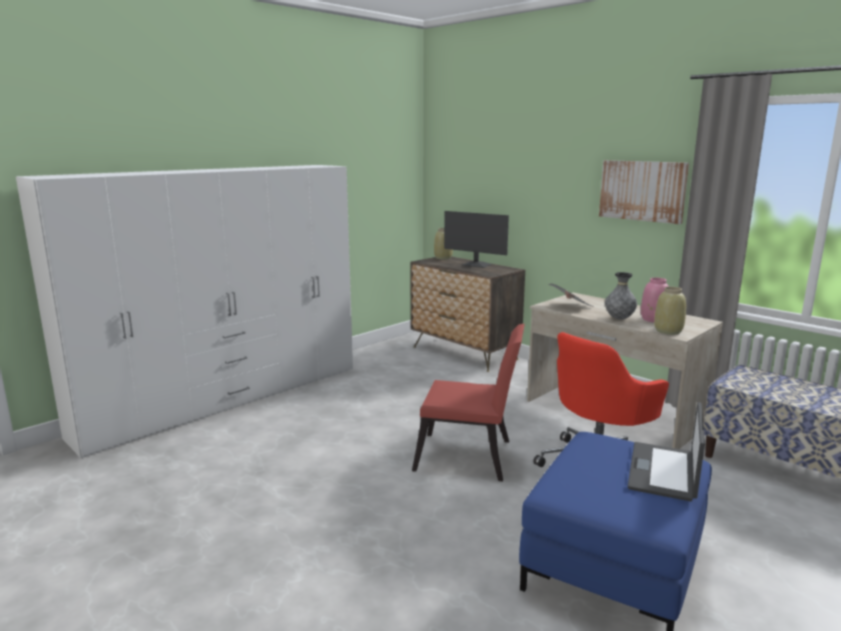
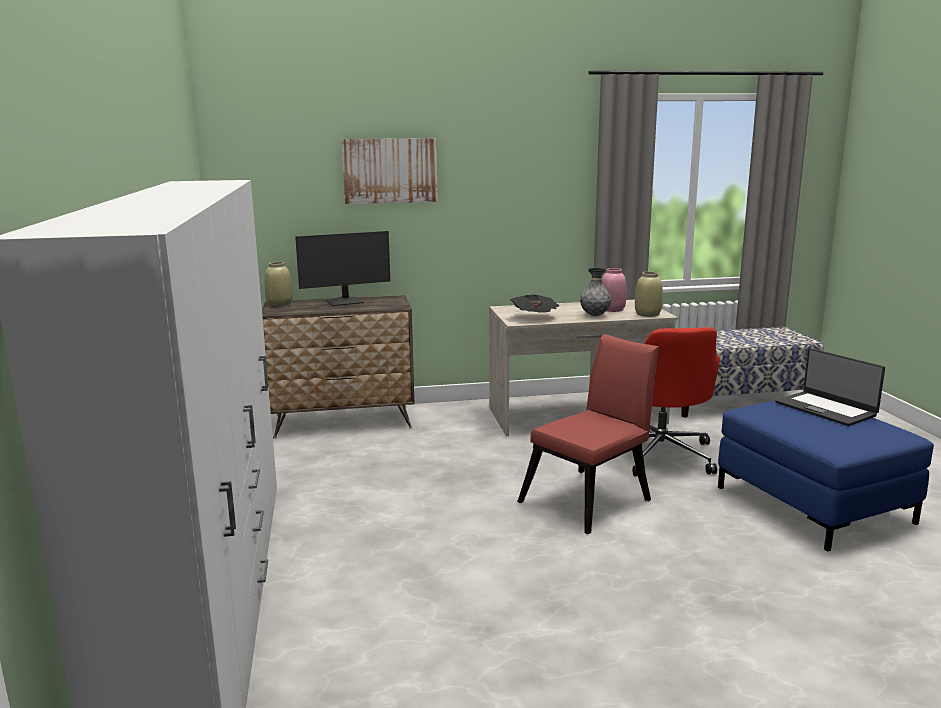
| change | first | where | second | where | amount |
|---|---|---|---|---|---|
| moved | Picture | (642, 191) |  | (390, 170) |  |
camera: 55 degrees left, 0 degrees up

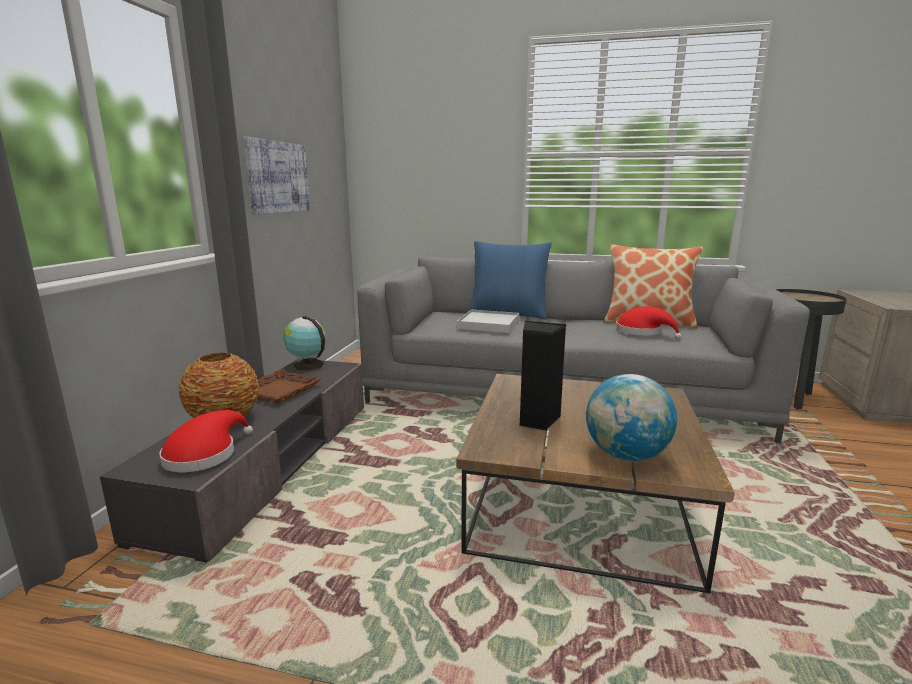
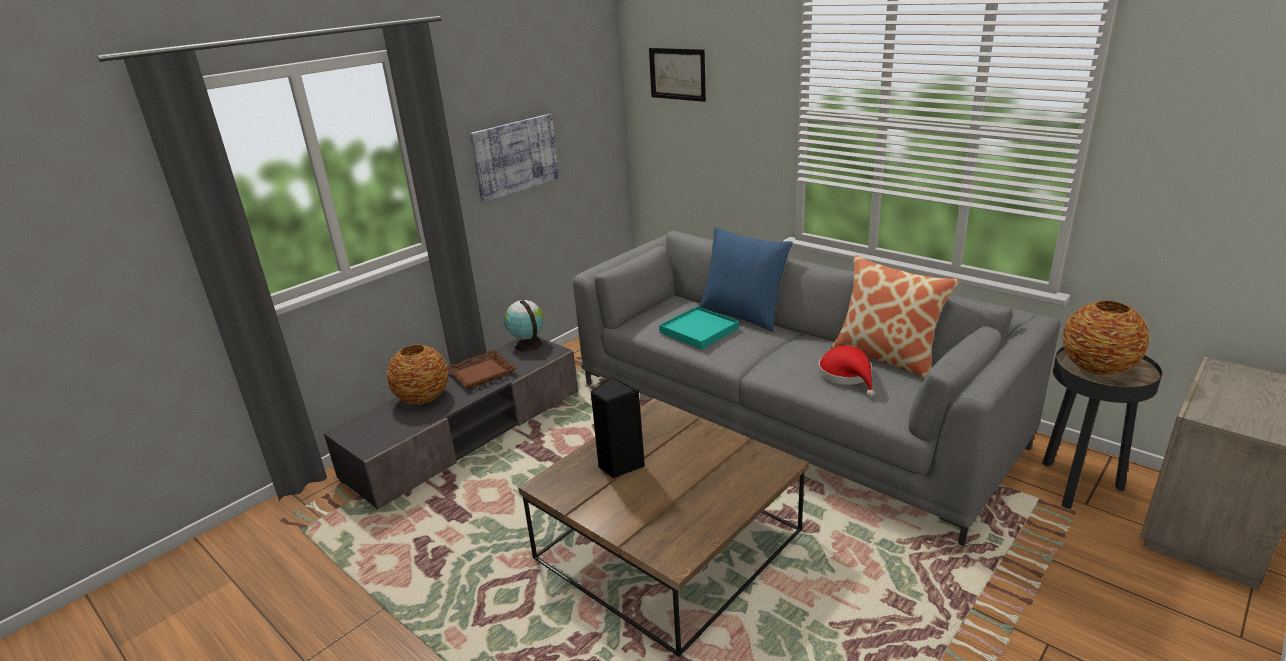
| change | first | where | second | where | amount |
|---|---|---|---|---|---|
| removed | RedColouredClothingHat | (204, 454) |  |  |  |
| removed | DeskGlobe | (626, 455) |  |  |  |
| added |  |  | Picture | (677, 74) |  |
| added |  |  | Vase | (1096, 367) |  |
| recoloured | WhiteTray | (489, 324) | TurquoiseTray | (699, 331) |  |
camera: 30 degrees right, 10 degrees up

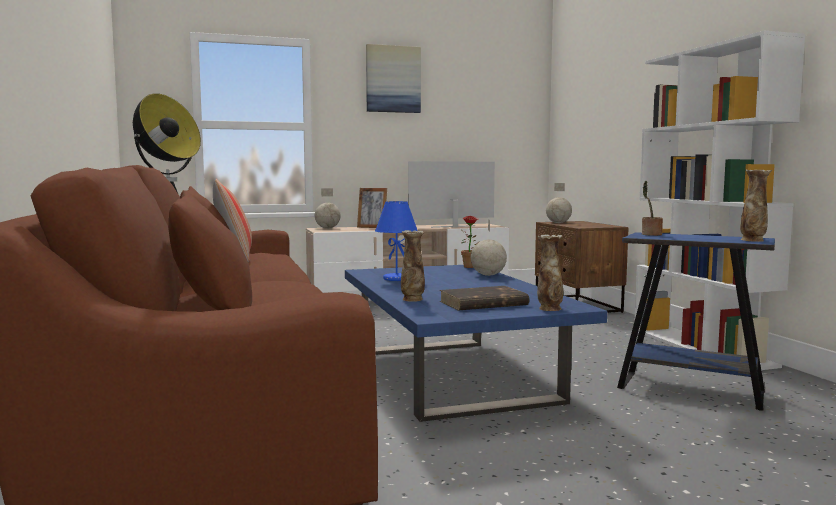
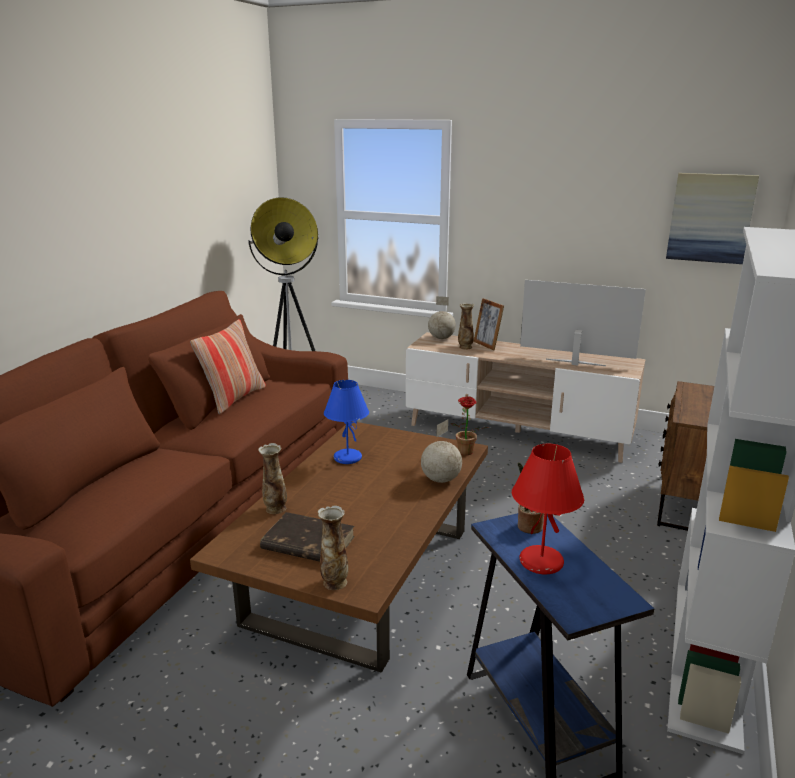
| change | first | where | second | where | amount |
|---|---|---|---|---|---|
| removed | DeskGlobe | (558, 223) |  |  |  |
| added |  |  | RedColouredLampForATable | (540, 562) |  |
| moved | Picture | (393, 79) |  | (710, 218) |  |
| moved | Vase | (753, 240) |  | (465, 347) |  |
| recoloured | BlueLoungeTable | (450, 374) | BrownishLoungeTable | (361, 572) |  |
camera: 40 degrees right, 15 degrees up

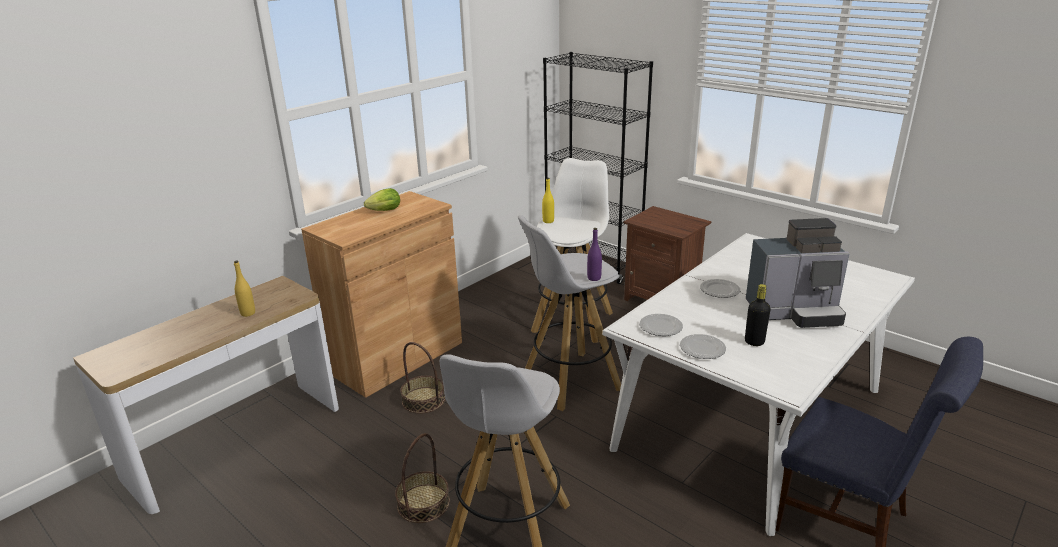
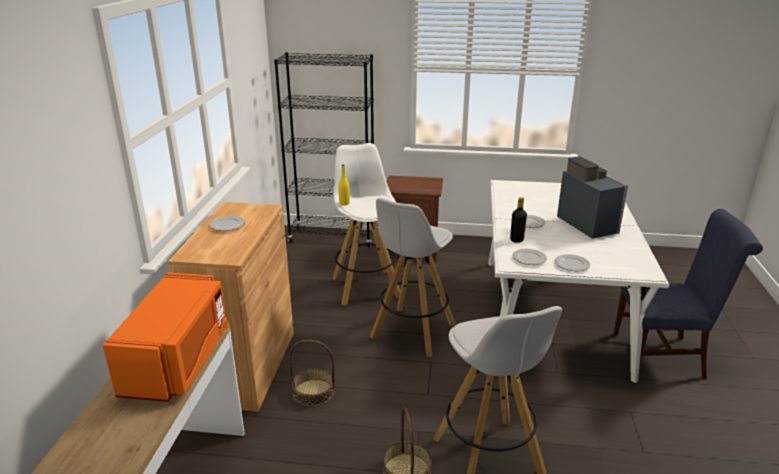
| change | first | where | second | where | amount |
|---|---|---|---|---|---|
| removed | PurpleColouredBeverageBottle | (594, 278) |  |  |  |
| moved | BlackishBeverageBottle | (754, 342) |  | (516, 240) |  |
| replaced | YellowishBeverageBottle | (248, 313) | OrangeMicrowaveOven | (178, 361) |  |
| replaced | Lettuce | (383, 211) | FlatDish | (228, 225) |  |
| turned | CoffeeBrewer | (794, 312) |  | (588, 224) | 75 degrees counterclockwise |
camera: 35 degrees left, 0 degrees up

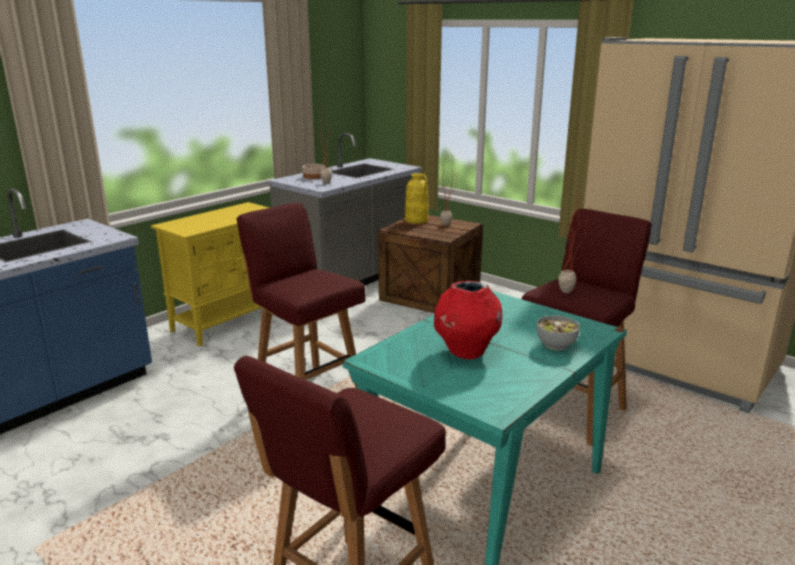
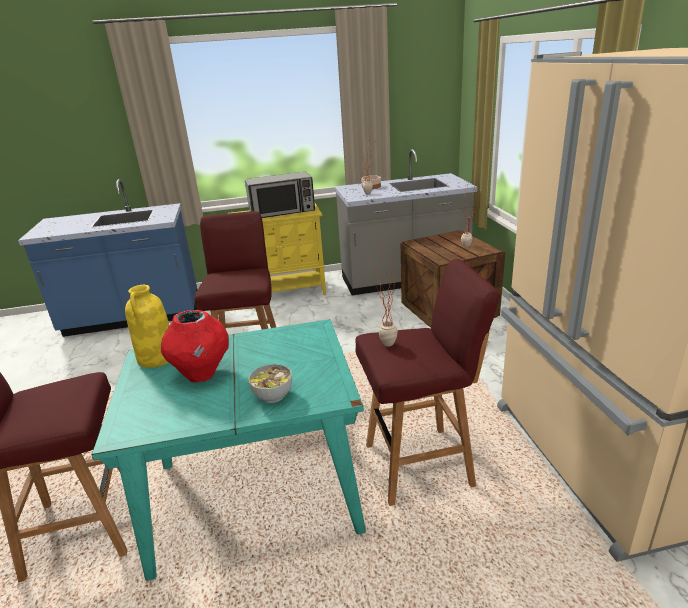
| change | first | where | second | where | amount |
|---|---|---|---|---|---|
| added |  |  | MicrowaveOven | (282, 212) |  |
| moved | YellowishVase | (417, 220) |  | (157, 358) |  |
camera: 40 degrees right, 5 degrees up

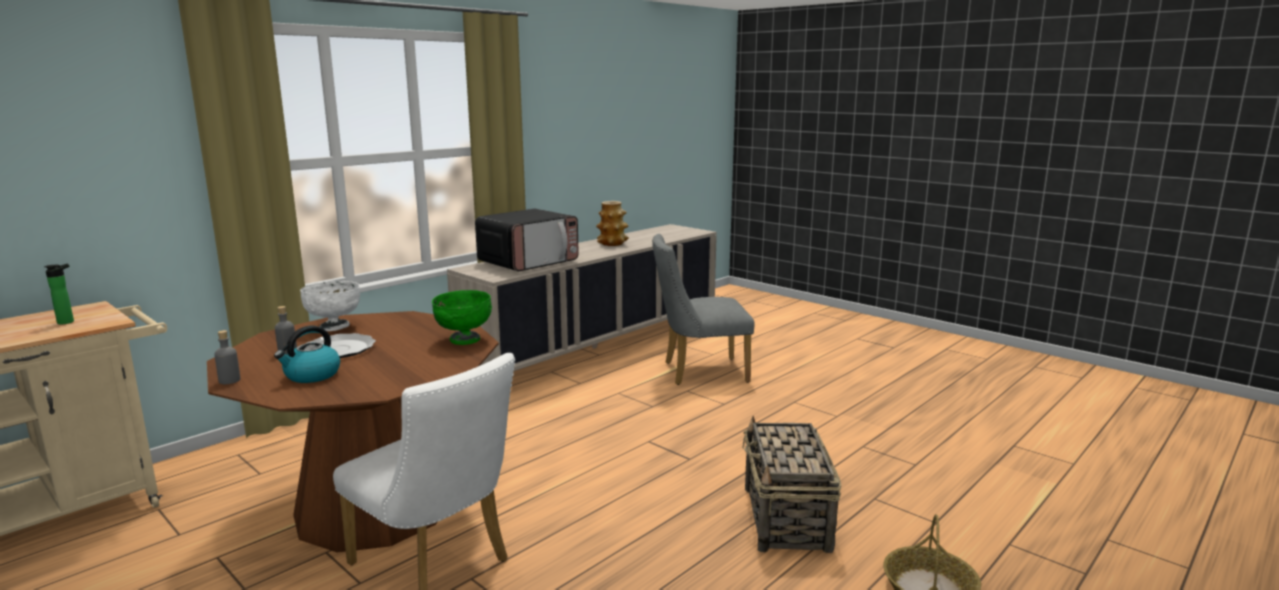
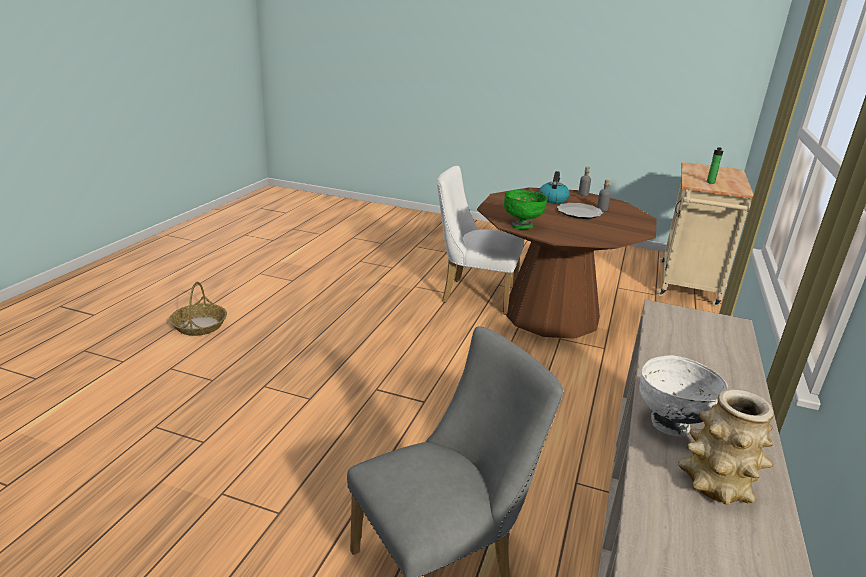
| change | first | where | second | where | amount |
|---|---|---|---|---|---|
| removed | MicrowaveOven | (529, 262) |  |  |  |
| removed | StorageBasket | (786, 519) |  |  |  |
| moved | WhiteBowl | (334, 327) |  | (670, 425) |  |
camera: 155 degrees right, 10 degrees up

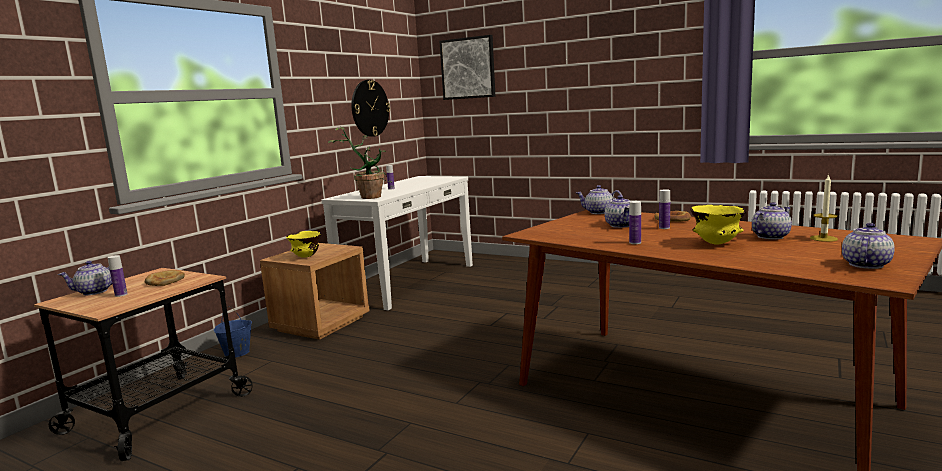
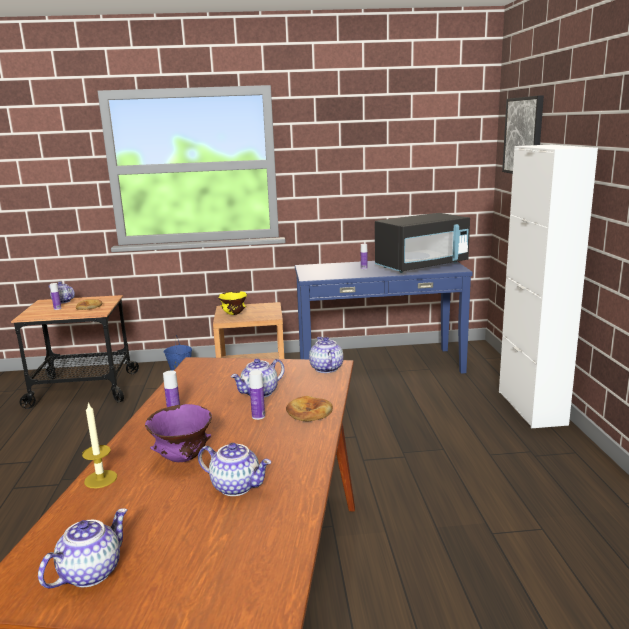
| change | first | where | second | where | amount |
|---|---|---|---|---|---|
| removed | Houseplant | (369, 196) |  |  |  |
| removed | ClockOnTheWall | (370, 108) |  |  |  |
| added |  |  | BlackishMicrowaveOven | (422, 266) |  |
| added |  |  | WhiteCupboard | (531, 407) |  |
| moved | WaxCandle | (823, 238) |  | (100, 479) |  |
| recoloured | WhiteNarrowTable | (408, 282) | BlueNarrowTable | (379, 365) |  |
| recoloured | YellowishBowl | (717, 244) | PurpleColouredBowl | (183, 459) |  |
| turned | TeaPot | (865, 264) |  | (90, 572) | 60 degrees counterclockwise |
camera: 55 degrees right, 5 degrees up

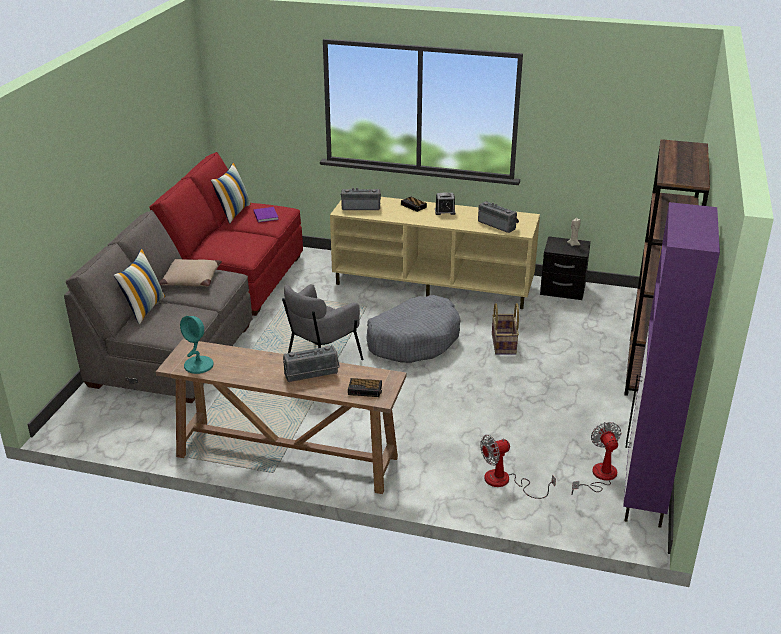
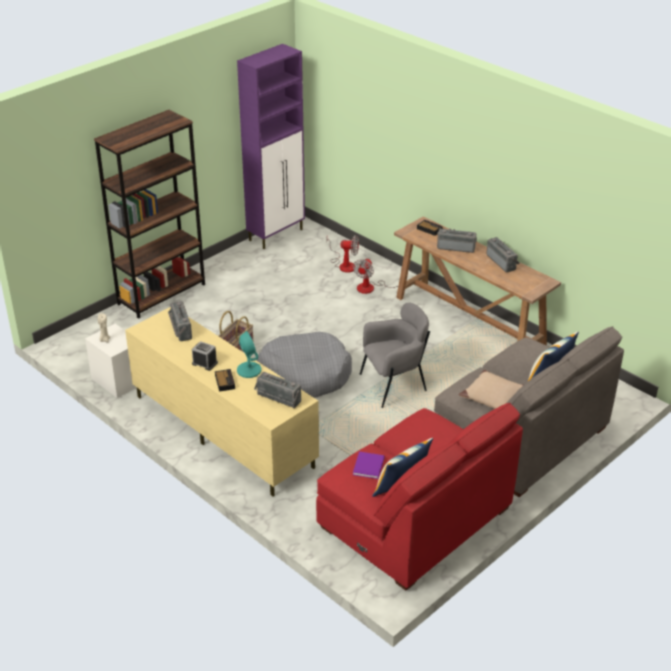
| change | first | where | second | where | amount |
|---|---|---|---|---|---|
| added |  |  | RadioSet | (502, 262) |  |
| moved | TurquoiseLampForATable | (199, 365) |  | (249, 370) |  |
| moved | CoolingFan | (599, 477) |  | (371, 287) |  |
| recoloured | BlackishNightTable | (562, 290) | WhiteNightTable | (119, 380) |  |
camera: 150 degrees left, 5 degrees up

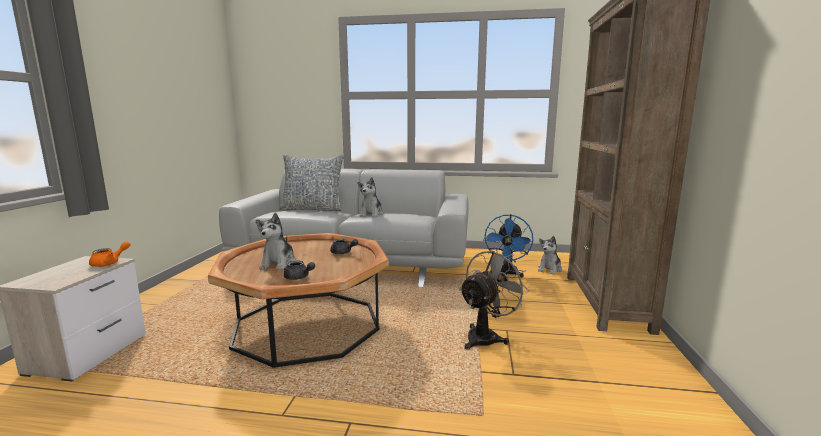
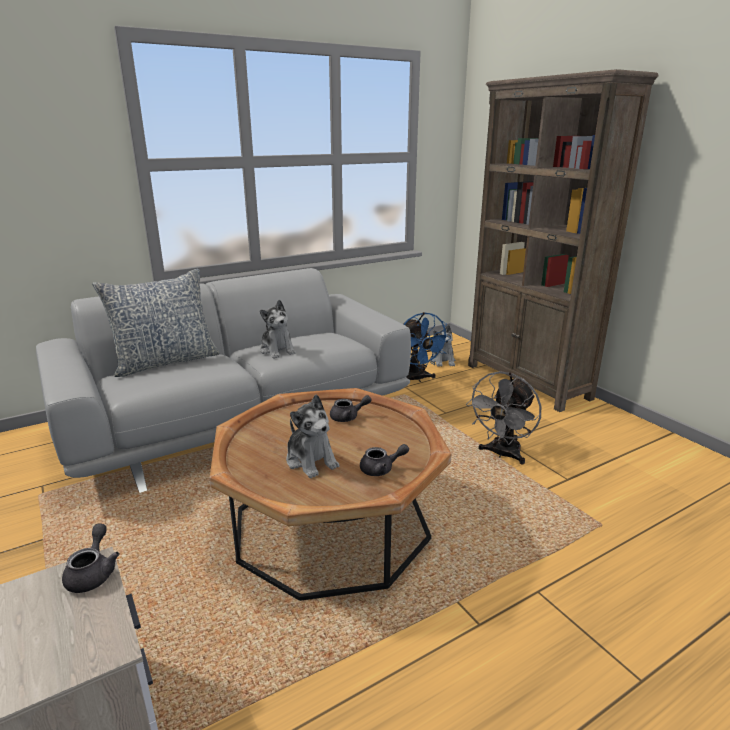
| change | first | where | second | where | amount |
|---|---|---|---|---|---|
| recoloured | OrangeTeaPot | (109, 263) | GreyTeaPot | (93, 573) |  |
| turned | GreyCoolingFan | (486, 337) |  | (502, 454) | 150 degrees counterclockwise |
camera: 40 degrees left, 10 degrees up

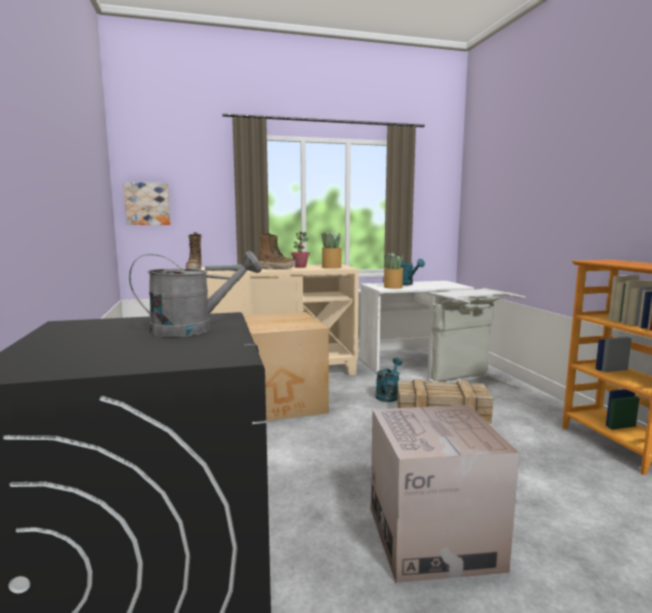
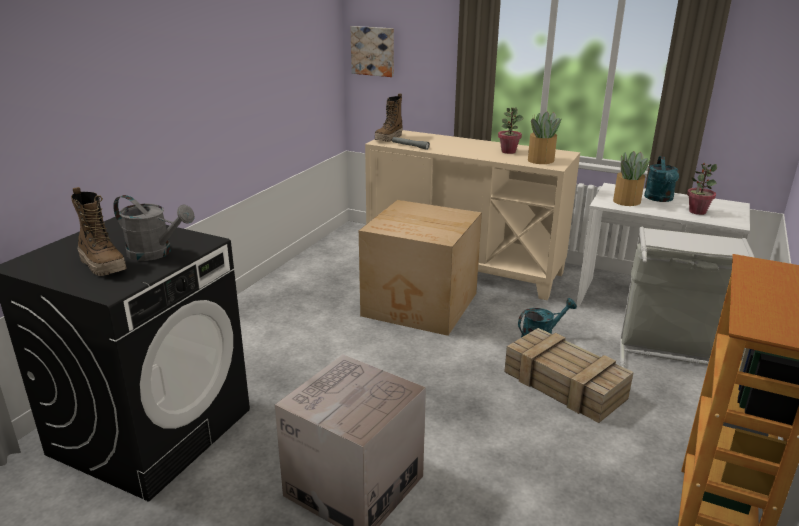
| change | first | where | second | where | amount |
|---|---|---|---|---|---|
| added |  |  | Houseplant | (697, 211) |  |
| moved | TallBoot | (277, 268) |  | (103, 265) |  |
camera: 40 degrees right, 15 degrees up

